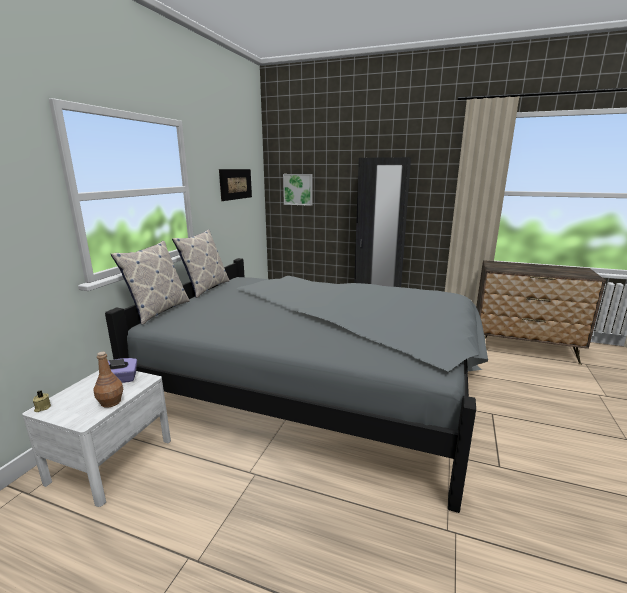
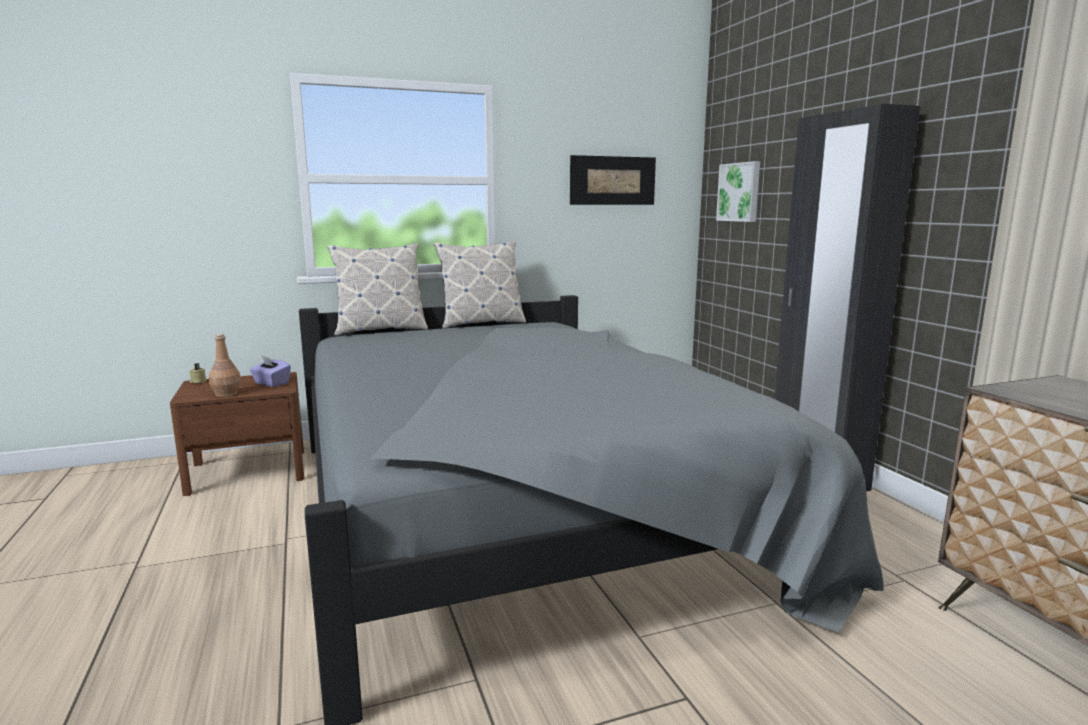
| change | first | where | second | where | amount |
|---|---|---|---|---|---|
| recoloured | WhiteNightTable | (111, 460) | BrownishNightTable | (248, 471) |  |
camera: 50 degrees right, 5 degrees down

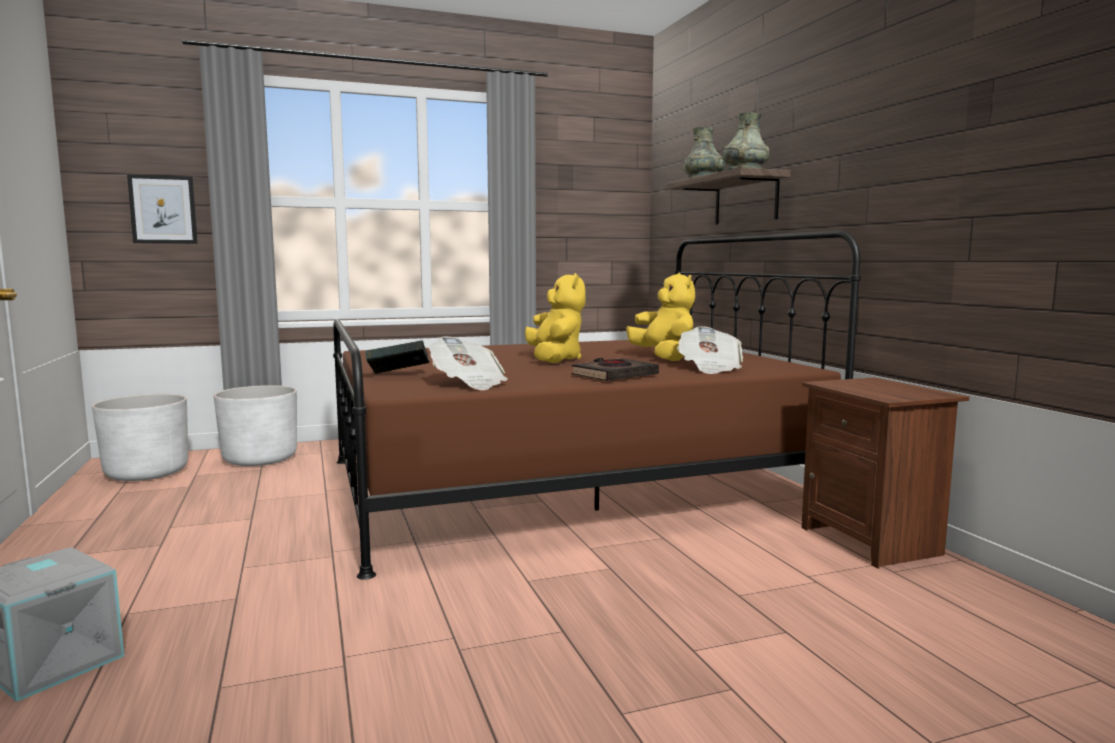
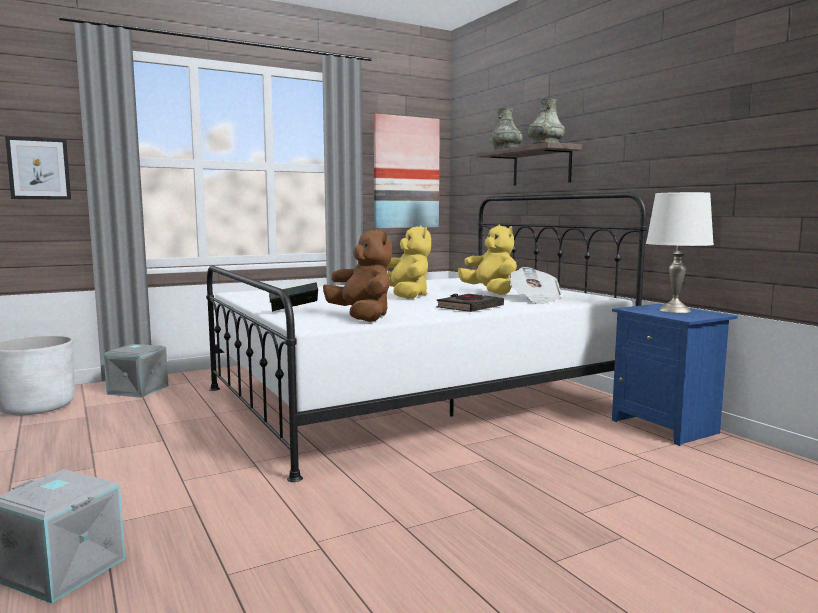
| change | first | where | second | where | amount |
|---|---|---|---|---|---|
| added |  |  | Picture | (406, 172) |  |
| added |  |  | WhiteLampForATable | (675, 310) |  |
| replaced | WhiteFlowerPot | (260, 459) | GreyStorageContainer | (137, 390) |  |
| replaced | DailyPaper | (468, 384) | BrownishCuddlyToy | (362, 317) |  |
| recoloured | BrownishBedroomBed | (565, 483) | WhiteBedroomBed | (414, 396) |  |
| recoloured | BrownishNightTable | (872, 541) | BlueNightTable | (666, 426) |  |
camera: 10 degrees left, 0 degrees up

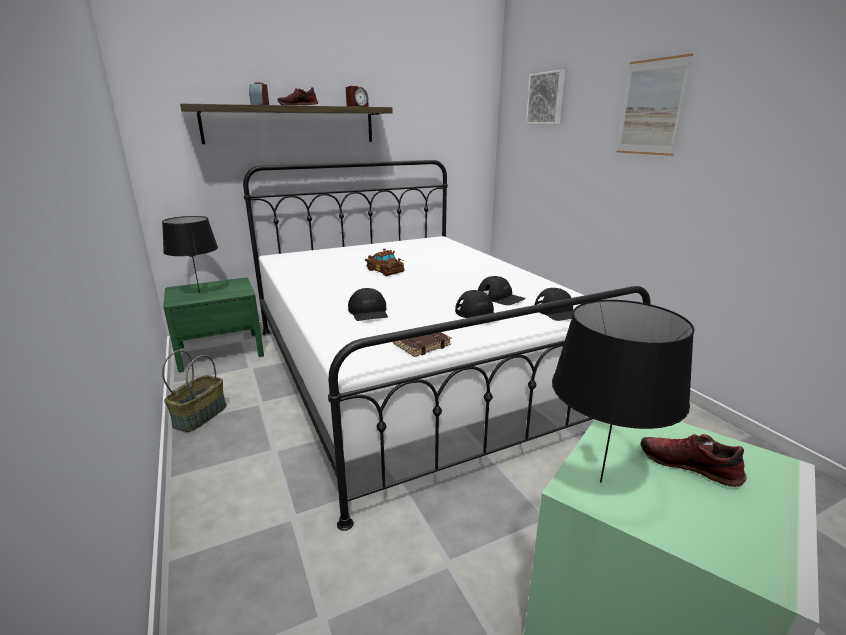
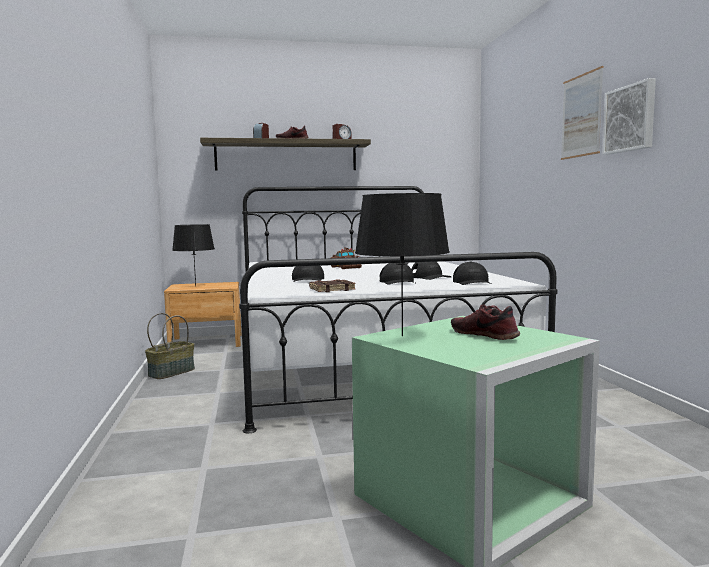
| change | first | where | second | where | amount |
|---|---|---|---|---|---|
| moved | Picture | (546, 98) |  | (630, 118) |  |
| recoloured | GreenishNightTable | (220, 351) | BrownishNightTable | (206, 342) |  |
camera: 15 degrees right, 15 degrees down

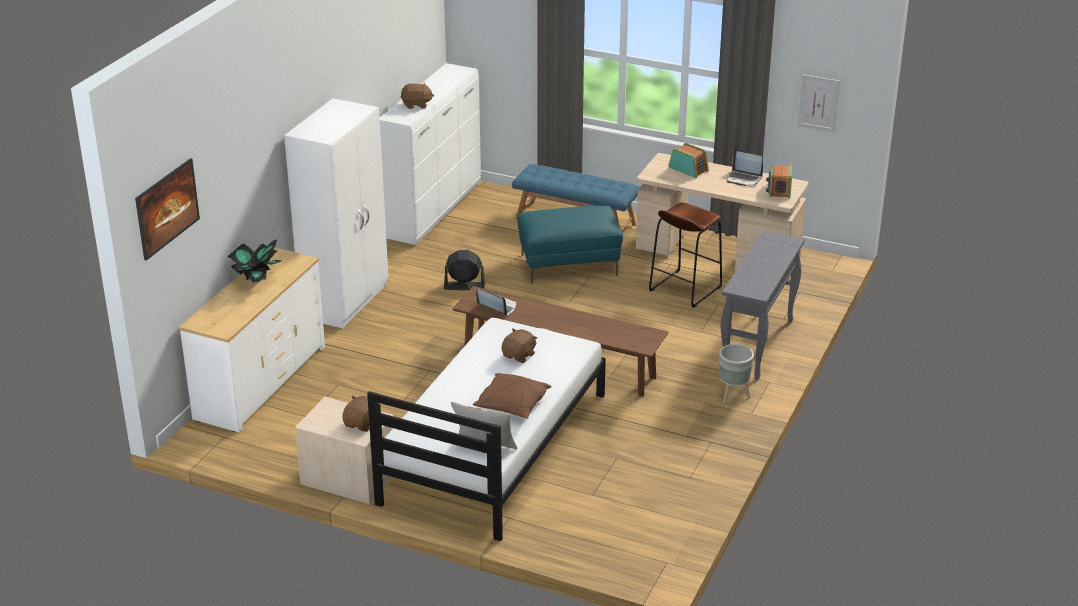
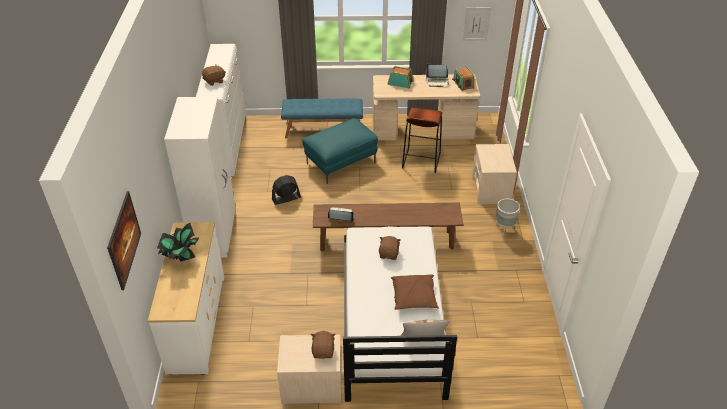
| change | first | where | second | where | amount |
|---|---|---|---|---|---|
| replaced | GreyNarrowTable | (757, 346) | BeigeNightTable | (491, 189) |  |
camera: 25 degrees left, 10 degrees up

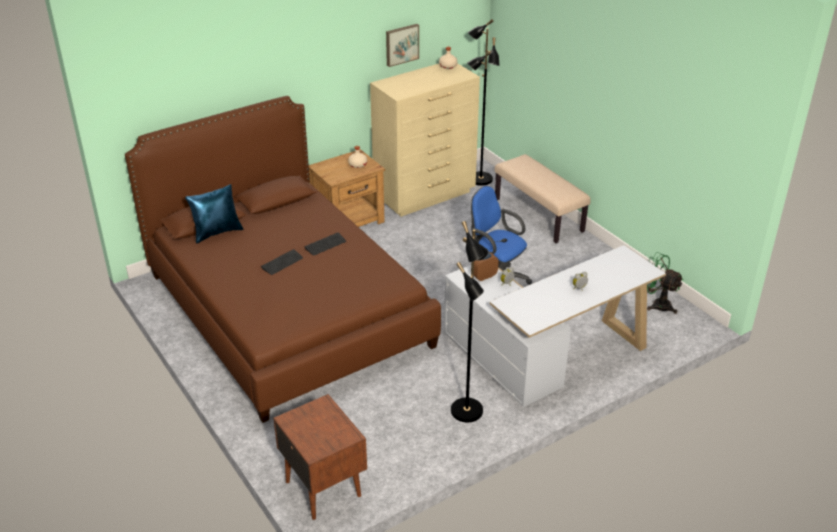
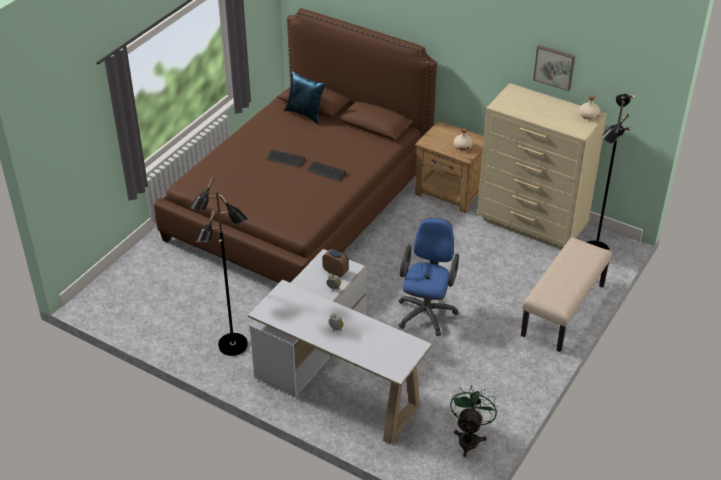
| change | first | where | second | where | amount |
|---|---|---|---|---|---|
| removed | BrownishNightTable | (323, 487) |  |  |  |
camera: 65 degrees right, 5 degrees up

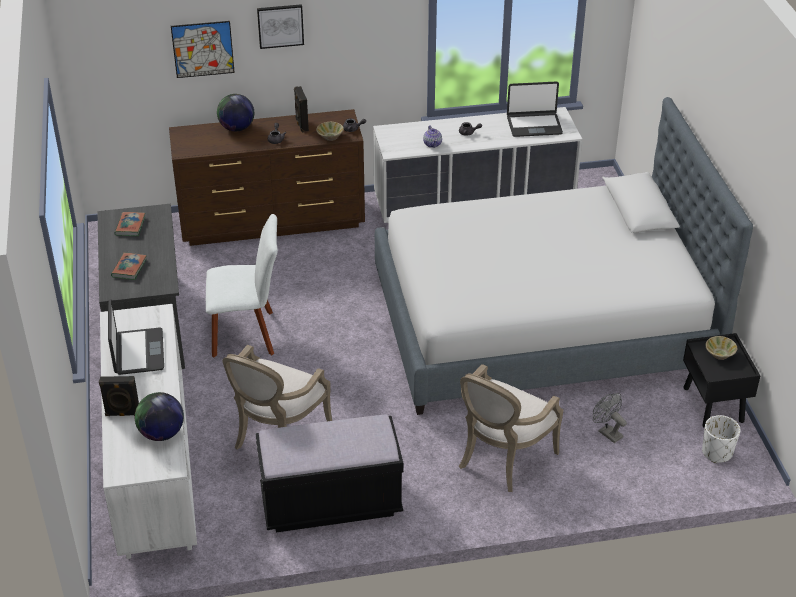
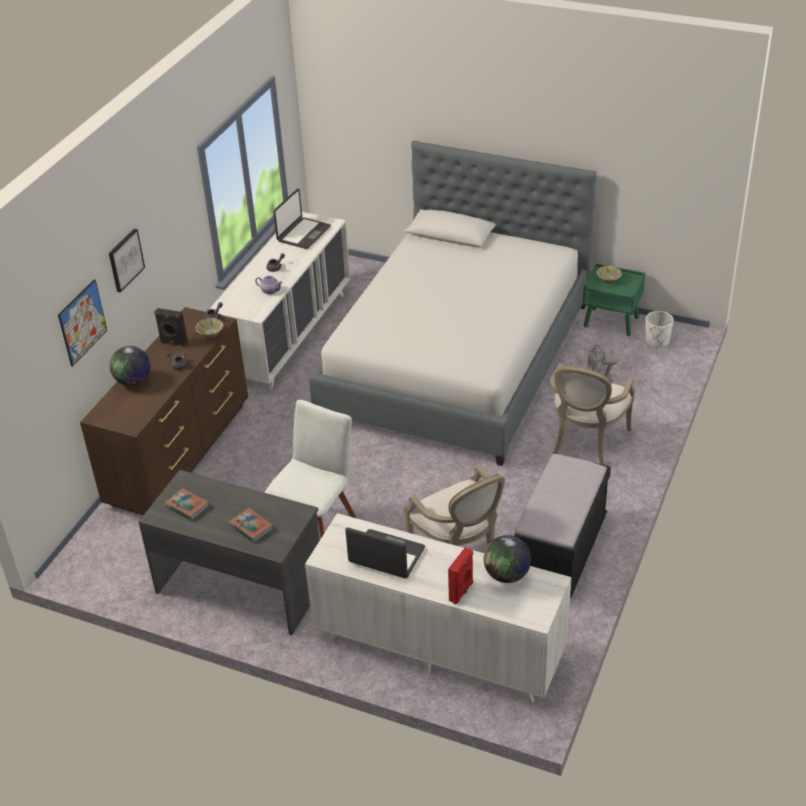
| change | first | where | second | where | amount |
|---|---|---|---|---|---|
| recoloured | BlackishLoudspeaker | (122, 414) | RedColouredLoudspeaker | (462, 592) |  |
| recoloured | BlackishNightTable | (713, 405) | GreenishNightTable | (611, 322) |  |
| turned | Armchair | (501, 459) |  | (585, 443) | 45 degrees clockwise |
camera: 55 degrees left, 0 degrees up

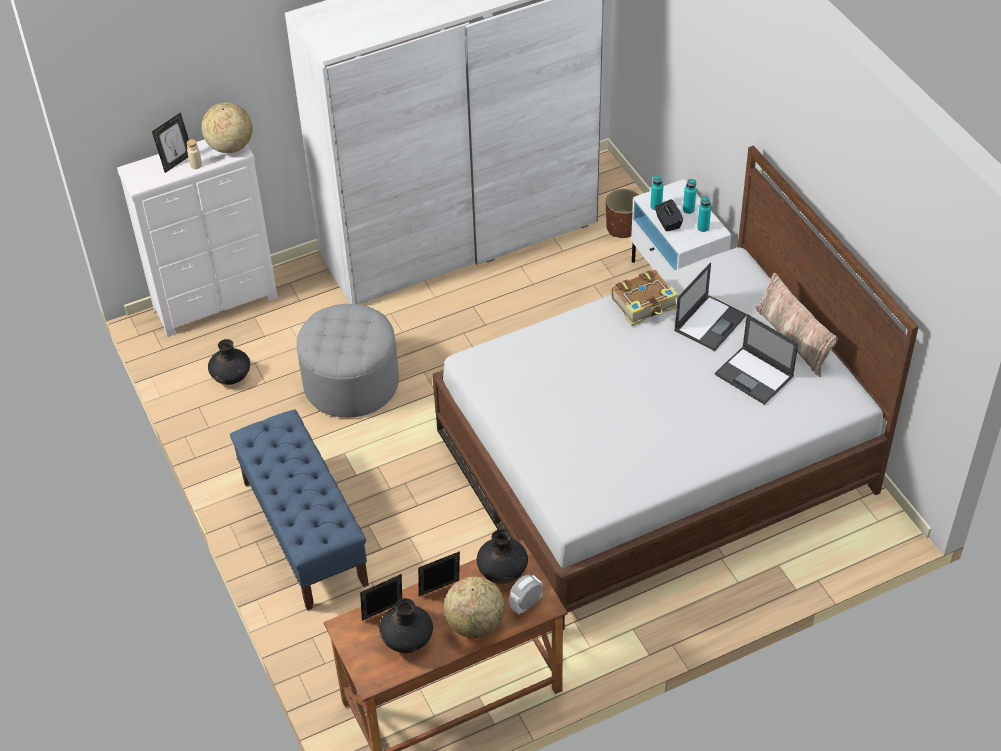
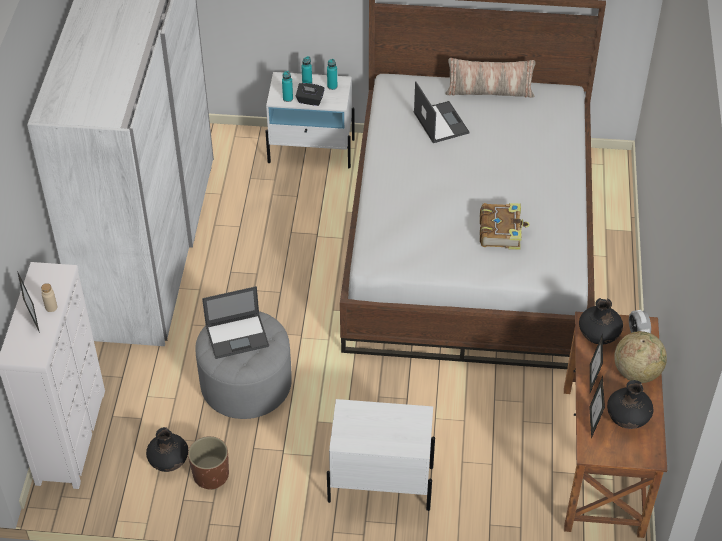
| change | first | where | second | where | amount |
|---|---|---|---|---|---|
| removed | DeskGlobe | (230, 147) |  |  |  |
| moved | BrownishFlowerPot | (622, 228) |  | (211, 475) |  |
| moved | BoundBook | (645, 304) |  | (501, 231) |  |
| moved | PortableComputer | (755, 376) |  | (238, 336) |  |
| replaced | BlueLongSeat | (304, 532) | WhiteNightTable | (380, 484) |  |
camera: 60 degrees left, 0 degrees up

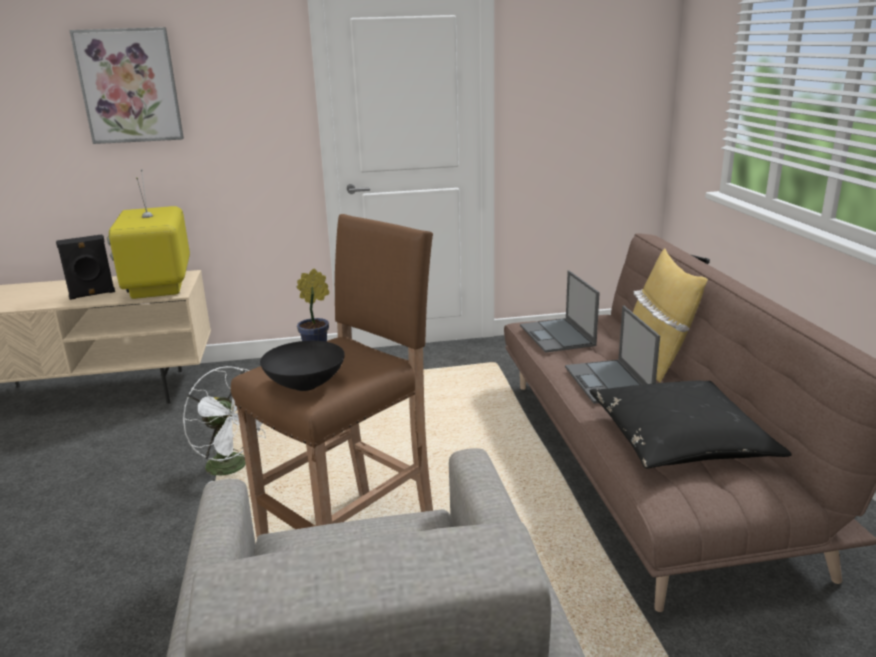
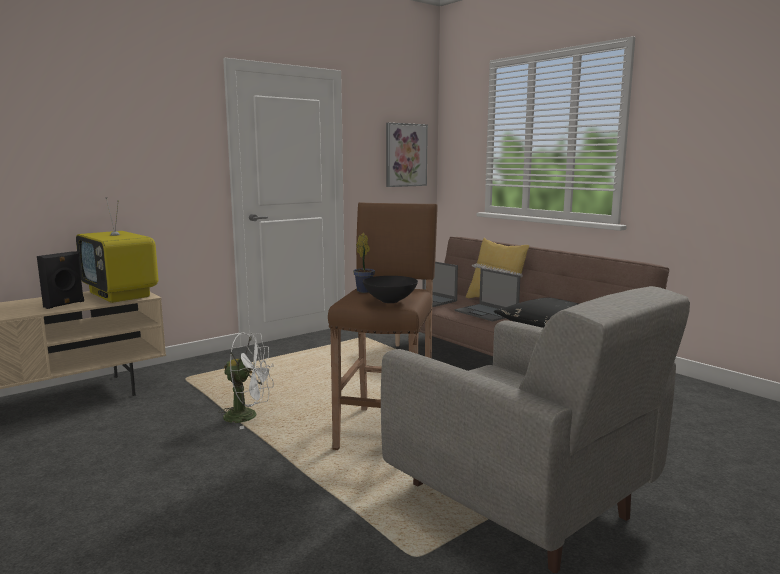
| change | first | where | second | where | amount |
|---|---|---|---|---|---|
| moved | Picture | (129, 86) |  | (405, 155) |  |
camera: 30 degrees left, 10 degrees down

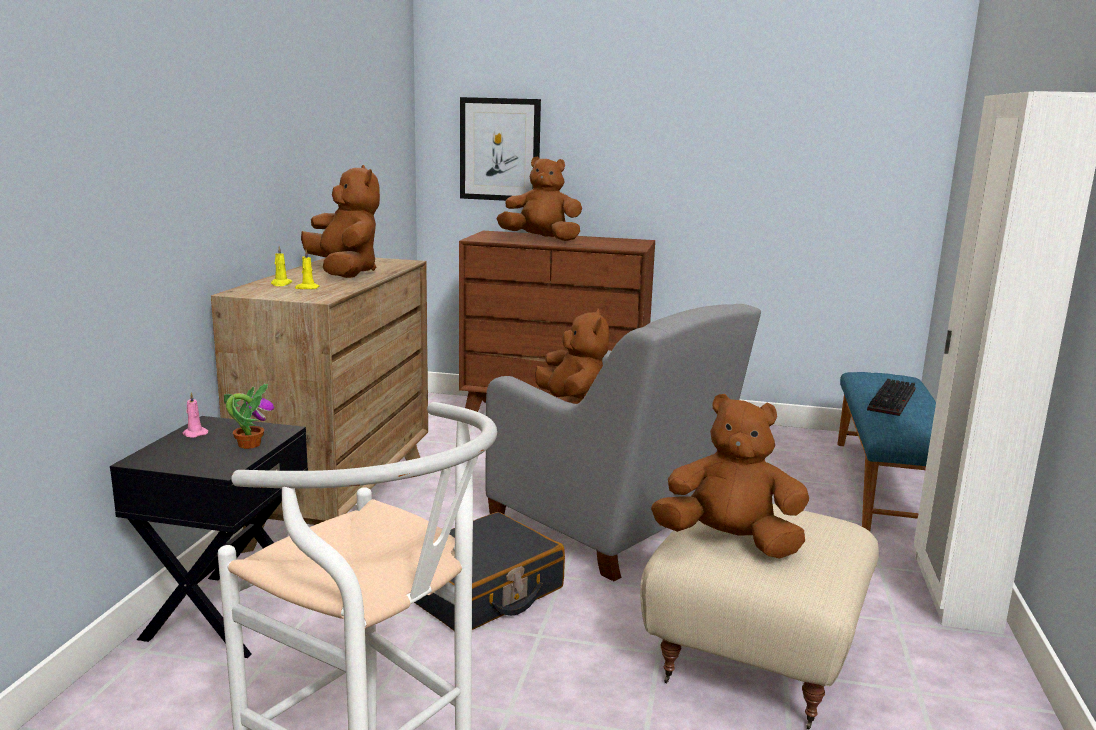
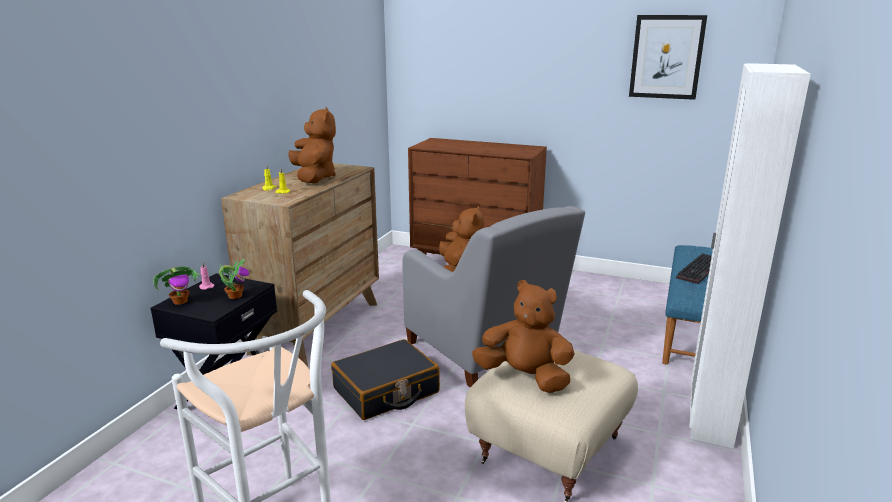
| change | first | where | second | where | amount |
|---|---|---|---|---|---|
| removed | BrownishCuddlyToy | (541, 239) |  |  |  |
| added |  |  | Houseplant | (181, 301) |  |
| moved | Picture | (500, 149) |  | (666, 57) |  |
camera: 10 degrees right, 5 degrees up

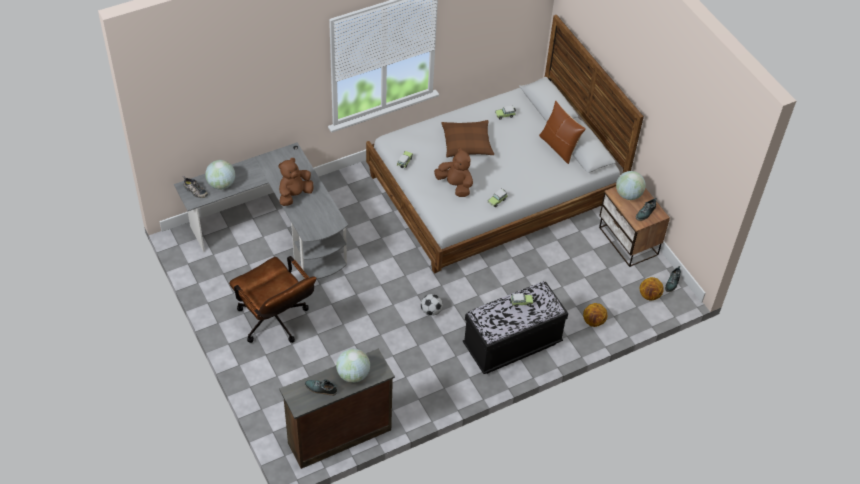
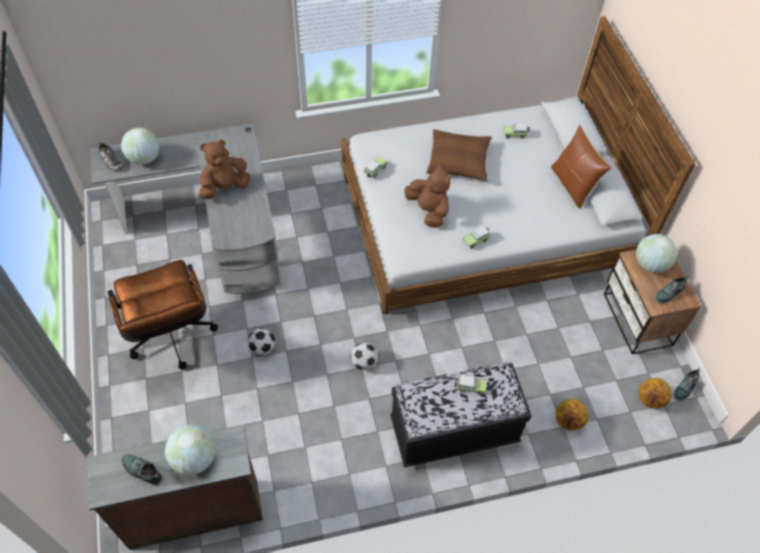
| change | first | where | second | where | amount |
|---|---|---|---|---|---|
| added |  |  | Football | (262, 348) |  |
camera: 15 degrees right, 5 degrees up

